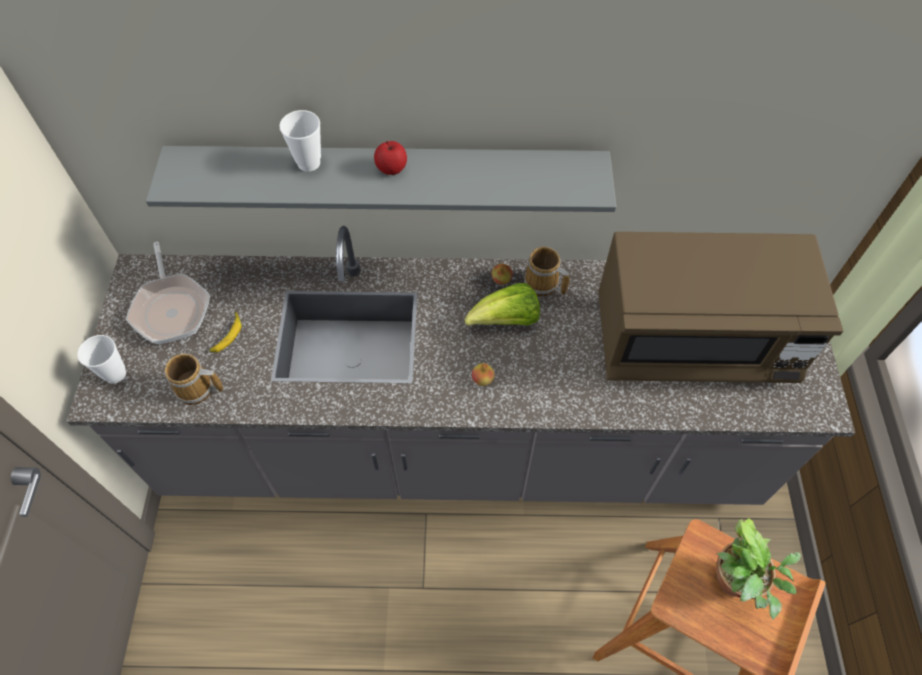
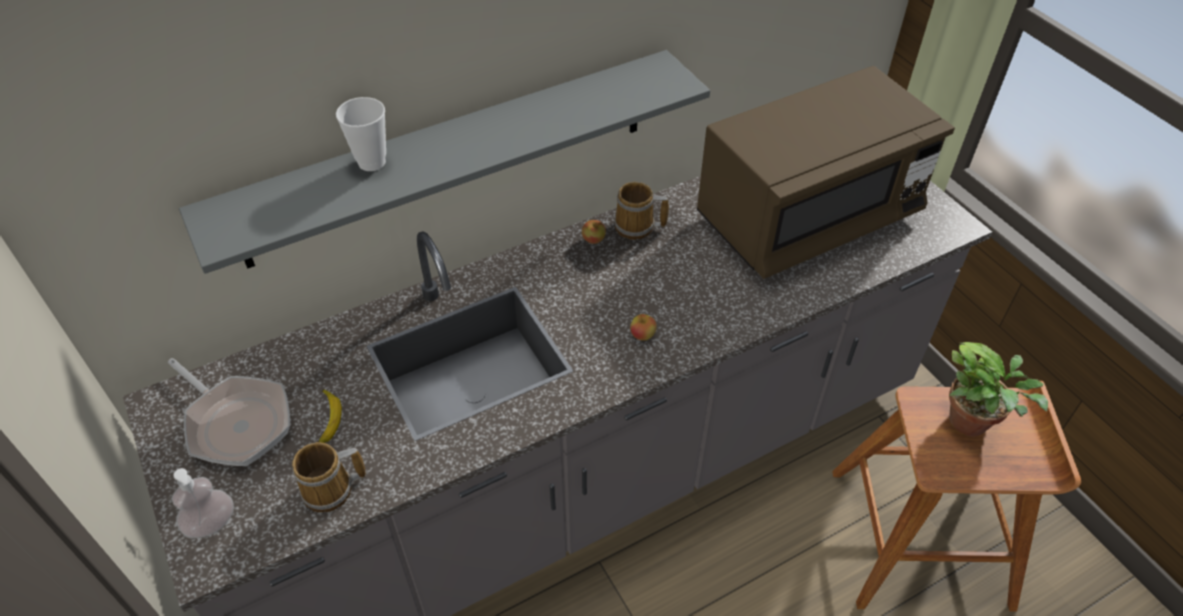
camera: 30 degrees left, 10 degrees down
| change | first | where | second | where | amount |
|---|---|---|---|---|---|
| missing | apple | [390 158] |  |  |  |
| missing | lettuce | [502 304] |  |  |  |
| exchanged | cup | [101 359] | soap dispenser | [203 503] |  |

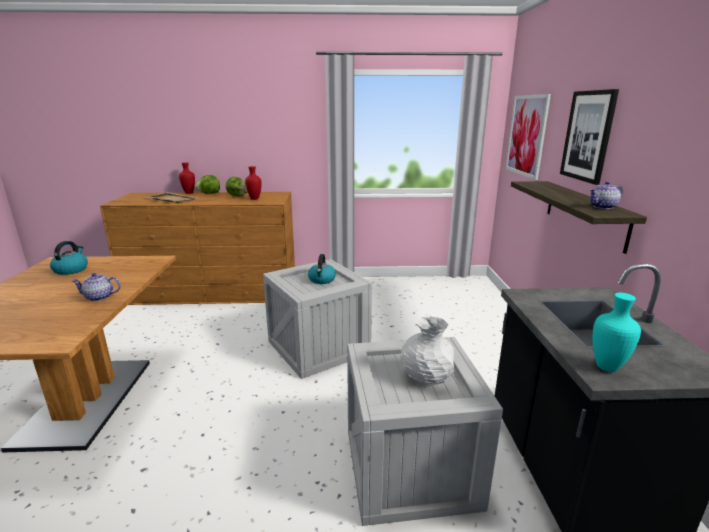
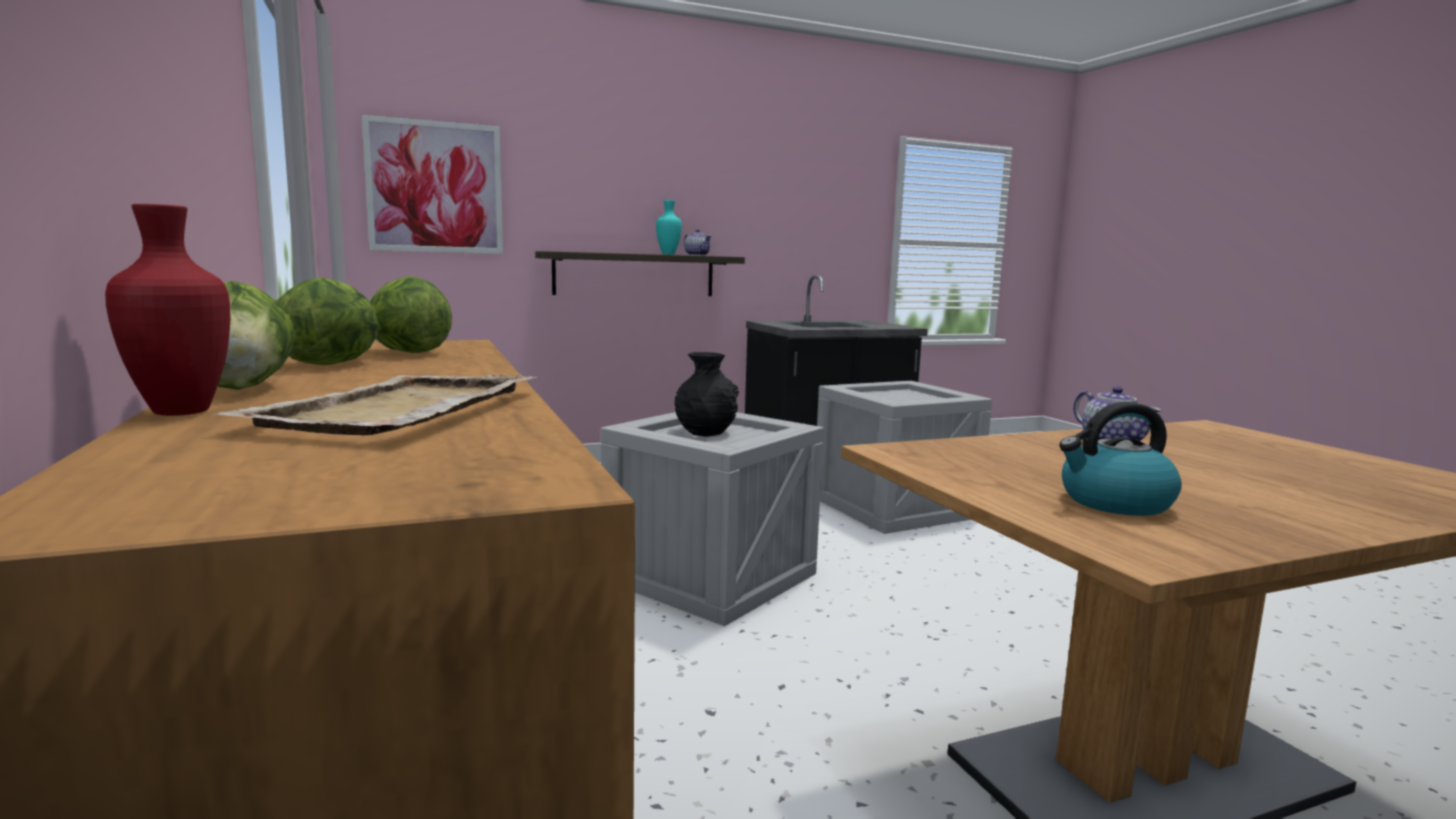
camera: 110 degrees left, 10 degrees down
| change | first | where | second | where | amount |
|---|---|---|---|---|---|
| missing | picture | [589 137] |  |  |  |
| exchanged | vase (red) | [253 183] | lettuce | [410 314] |  |
| exchanged | kettle | [322 269] | vase (black) | [707 394] |  |
| relocated | vase (turquoise) | [617 332] |  | [669 227] |  |
| missing | vase (white) | [427 351] |  |  |  |

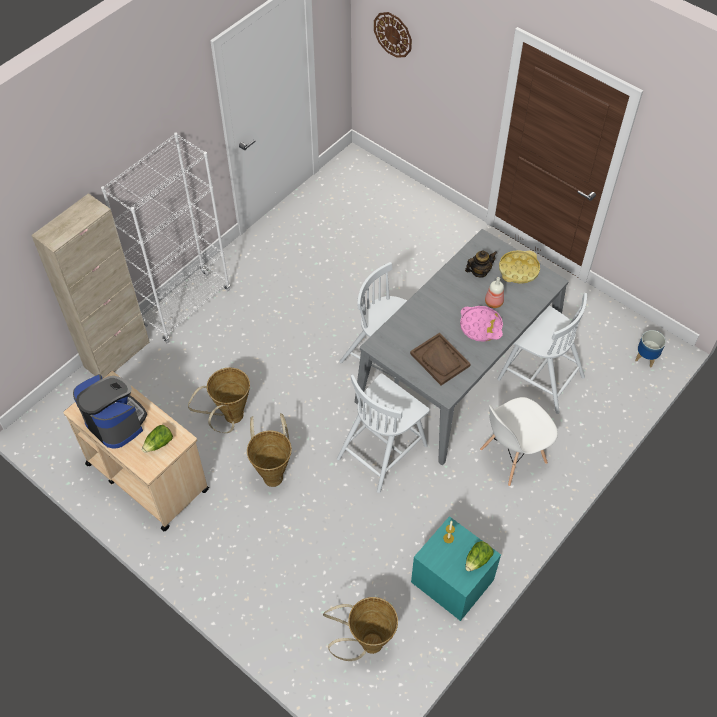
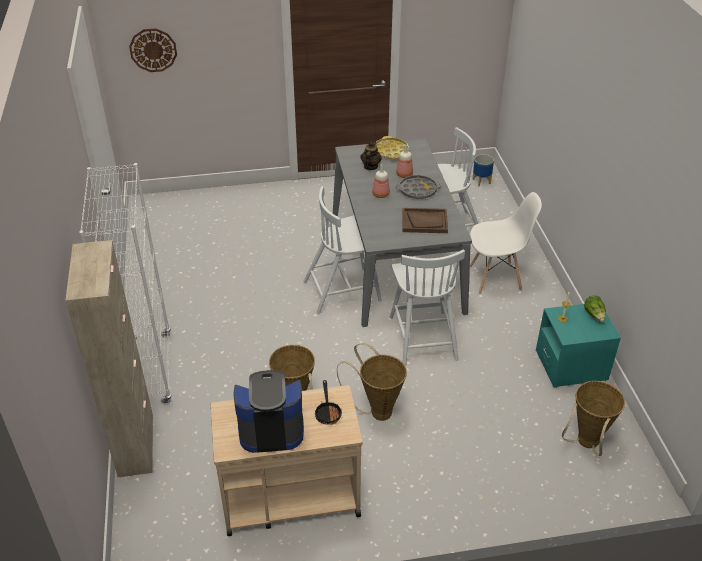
camera: 50 degrees left, 15 degrees down
| change | first | where | second | where | amount |
|---|---|---|---|---|---|
| colour | tray (pink) | [481 324] | tray (grey) | [418 187] |  |
| spun | chair (white) | [519 441] |  | [506 243] | 105 degrees counterclockwise |
| exchanged | lettuce | [157 439] | frying pan | [328 402] |  |
| appeared |  |  | bottle | [381 181] |  |

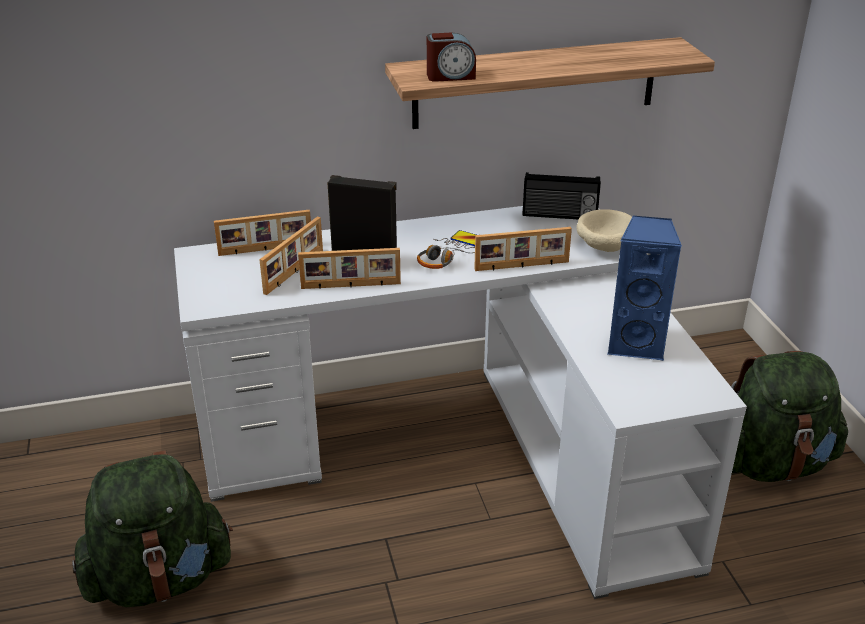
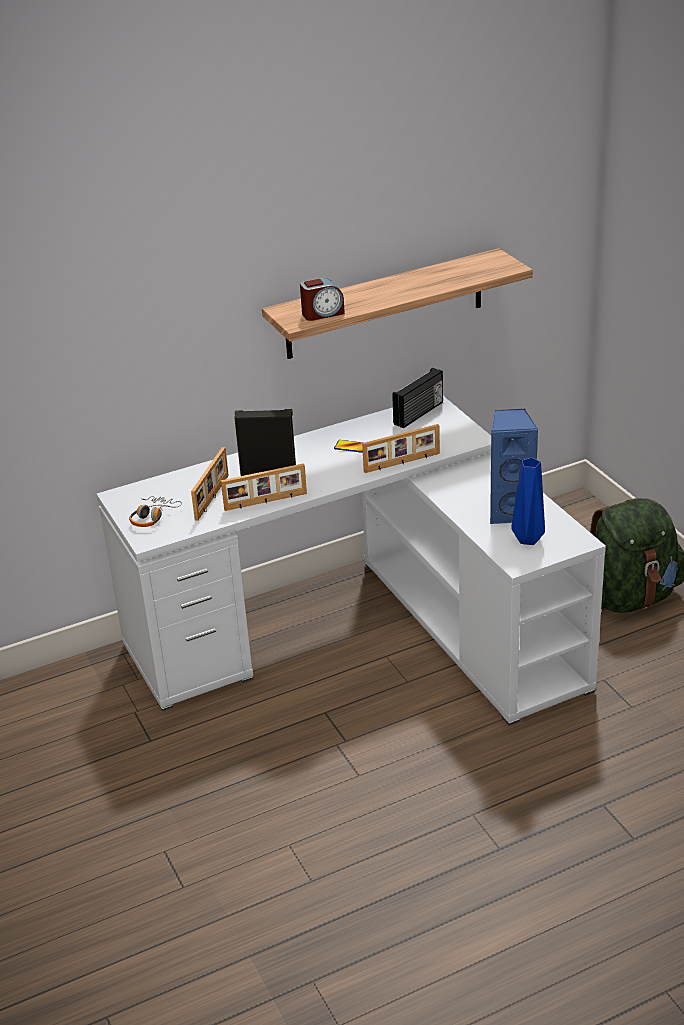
camera: 10 degrees left, 0 degrees up
| change | first | where | second | where | amount |
|---|---|---|---|---|---|
| spun | radio | [561 195] |  | [417 398] | 45 degrees counterclockwise |
| missing | bowl (beige) | [604 230] |  |  |  |
| missing | picture frame | [262 233] |  |  |  |
| relocated | headphones | [446 253] |  | [155 511] |  |
| missing | backpack (green) | [152 528] |  |  |  |
| appeared |  |  | vase (blue) | [528 501] |  |

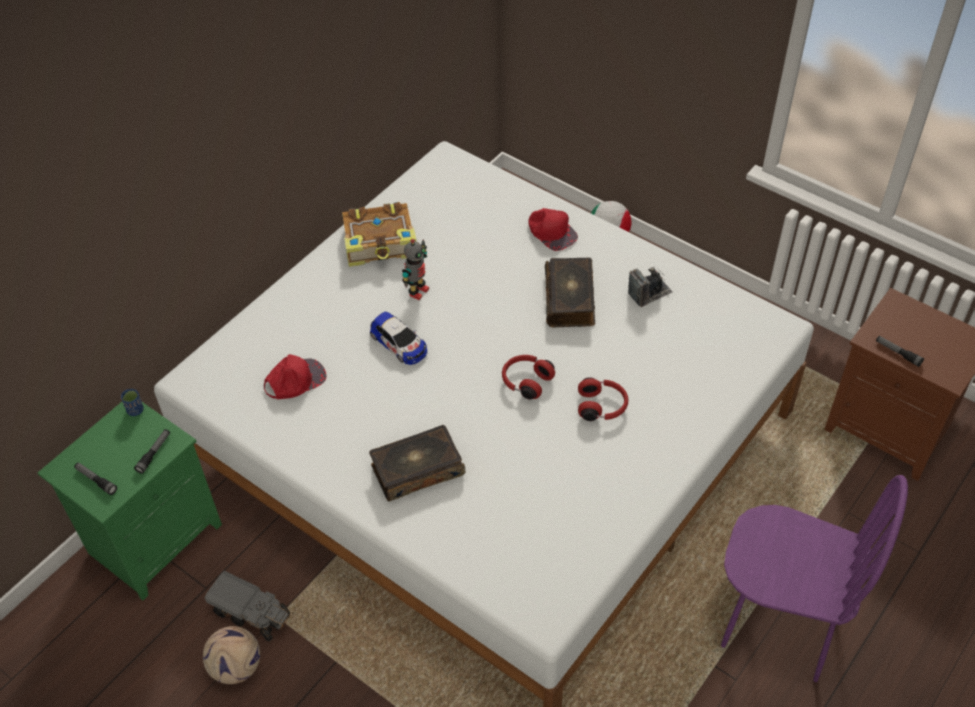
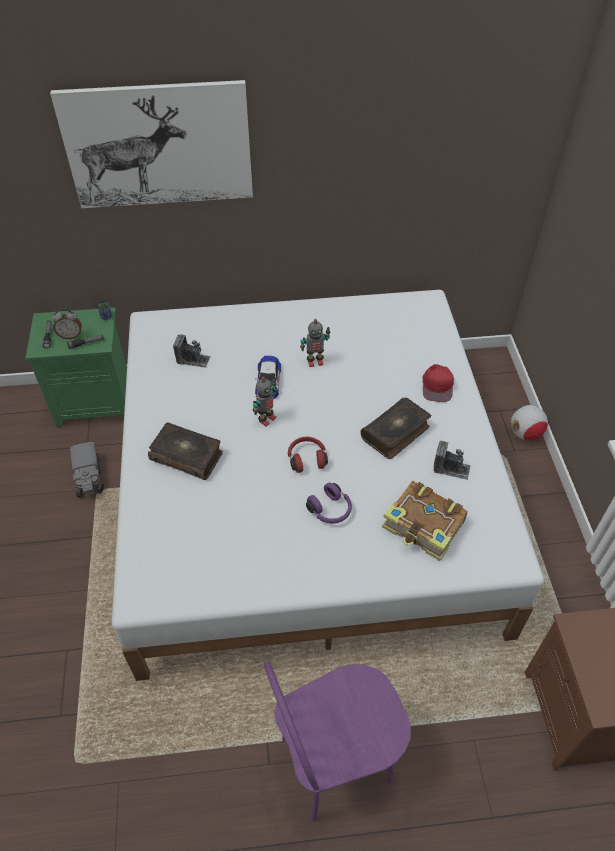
camera: 45 degrees right, 0 degrees up
| change | first | where | second | where | amount |
|---|---|---|---|---|---|
| relocated | book | [379 234] |  | [425 521] |  |
| missing | flashlight | [900 351] |  |  |  |
| exchanged | cap (red) | [295 376] | photo camera | [191 351] |  |
| colour | headphones (red) | [603 399] | headphones (purple) | [329 503] |  |
| spun | chair (purple) | [814 578] |  | [337 741] | 90 degrees clockwise |
| missing | football | [231 655] |  |  |  |
| appeared |  |  | picture | [151 144] |  |
| appeared |  |  | alarm clock | [67 323] |  |
| appeared |  |  | toy robot | [264 401] |  |

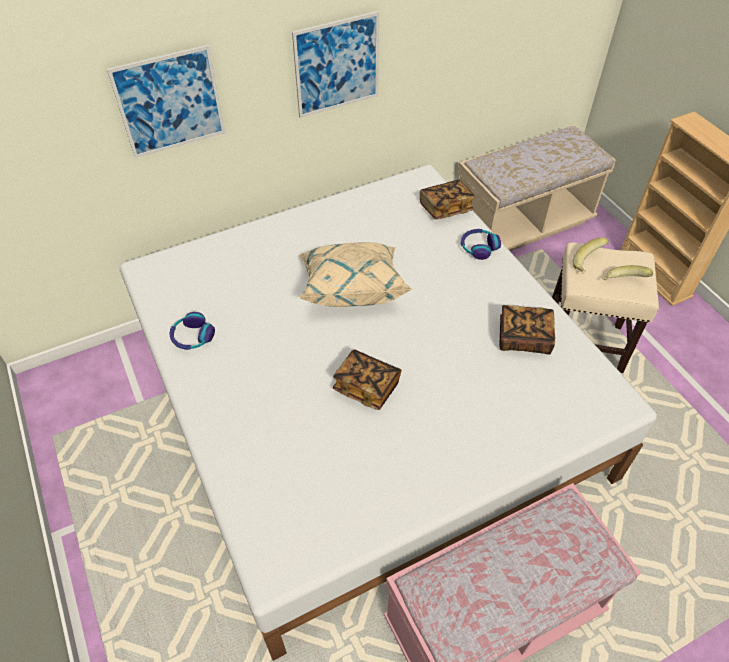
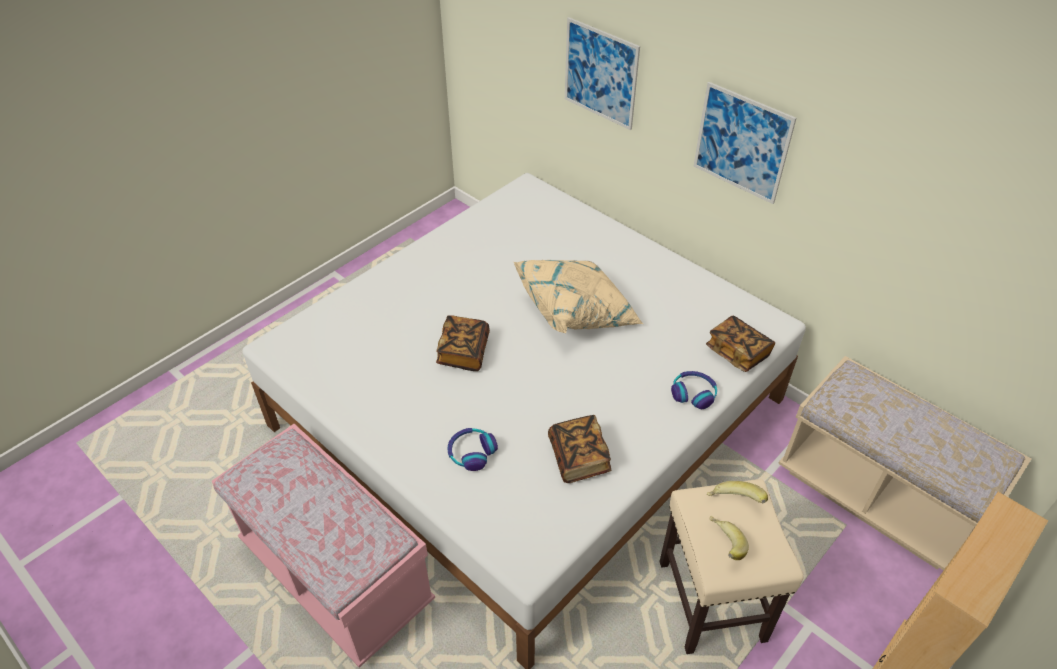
camera: 70 degrees right, 5 degrees down
| change | first | where | second | where | amount |
|---|---|---|---|---|---|
| relocated | headphones | [192 331] |  | [472 449] |  |

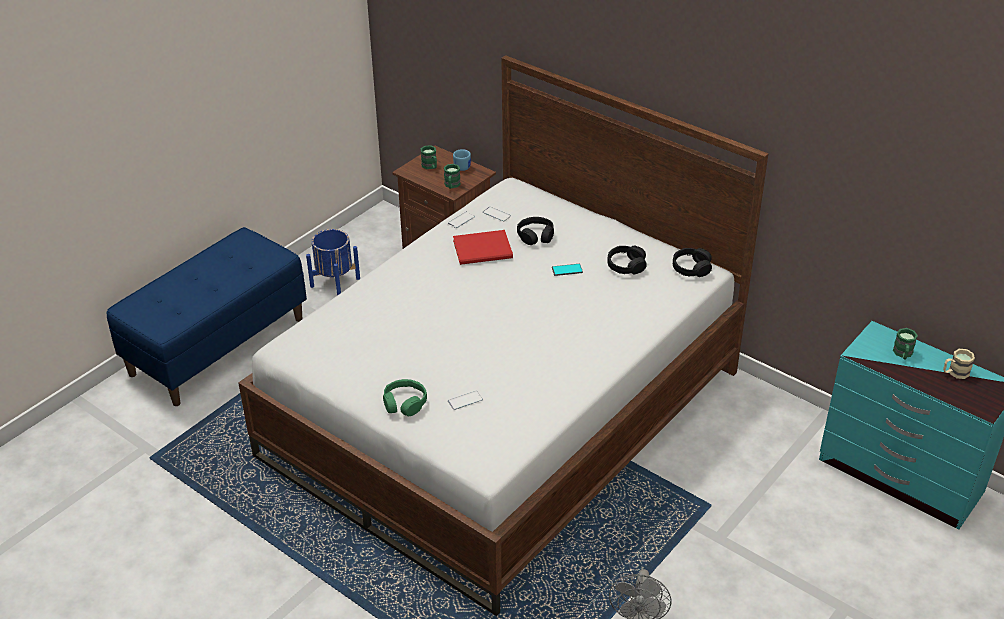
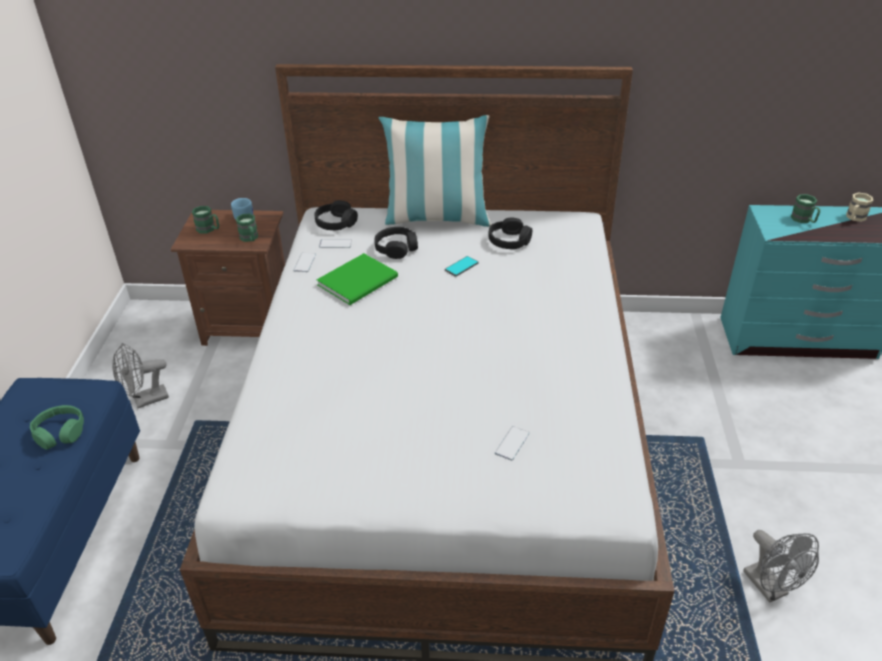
camera: 35 degrees left, 0 degrees up
| change | first | where | second | where | amount |
|---|---|---|---|---|---|
| exchanged | planter (blue) | [333 262] | fan (grey) | [140 375] |  |
| colour | book (red) | [483 247] | book (green) | [357 279] |  |
| relocated | headphones (black) | [692 262] |  | [336 215] |  |
| relocated | headphones (green) | [405 397] |  | [57 427] |  |
| appeared |  |  | pillow | [435 171] |  |

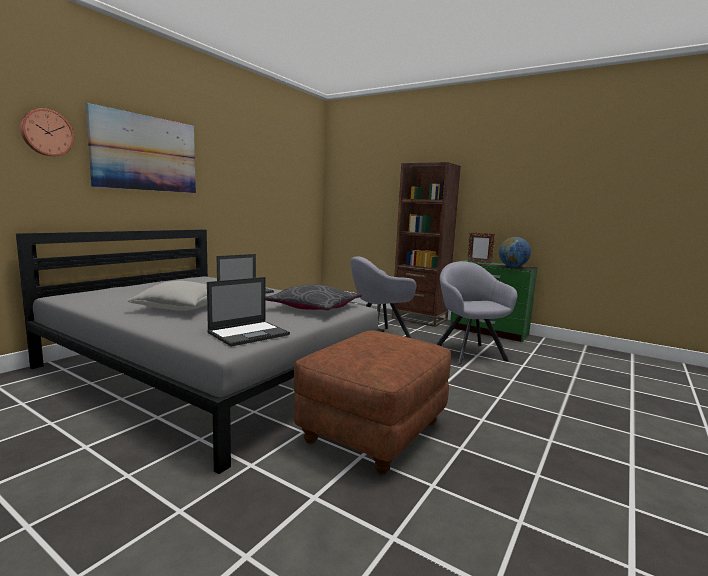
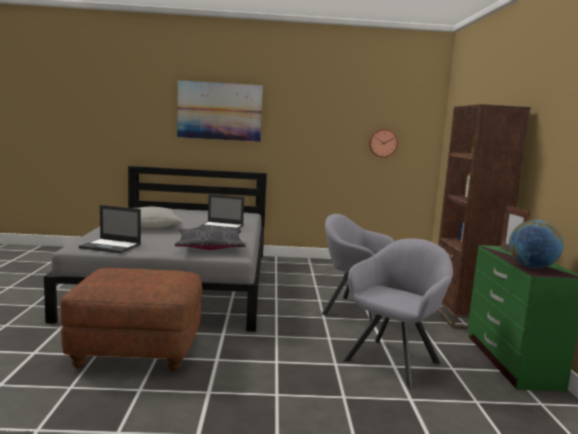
camera: 55 degrees right, 0 degrees up
| change | first | where | second | where | amount |
|---|---|---|---|---|---|
| relocated | wall clock | [47 132] |  | [383 143] |  |

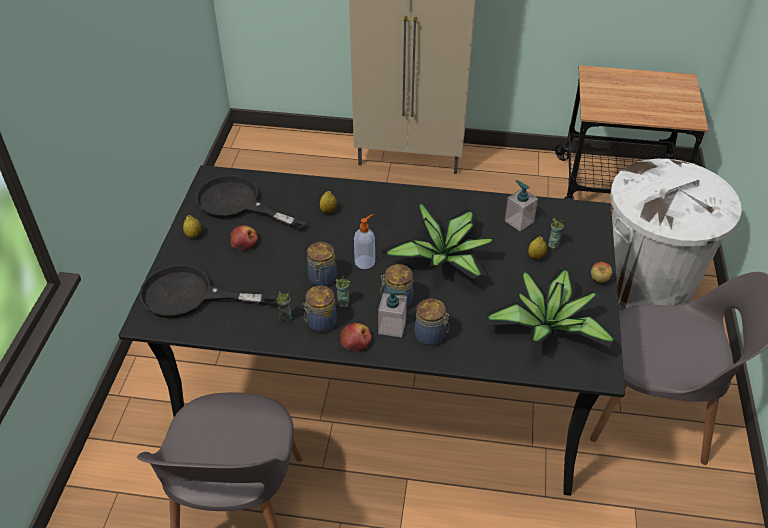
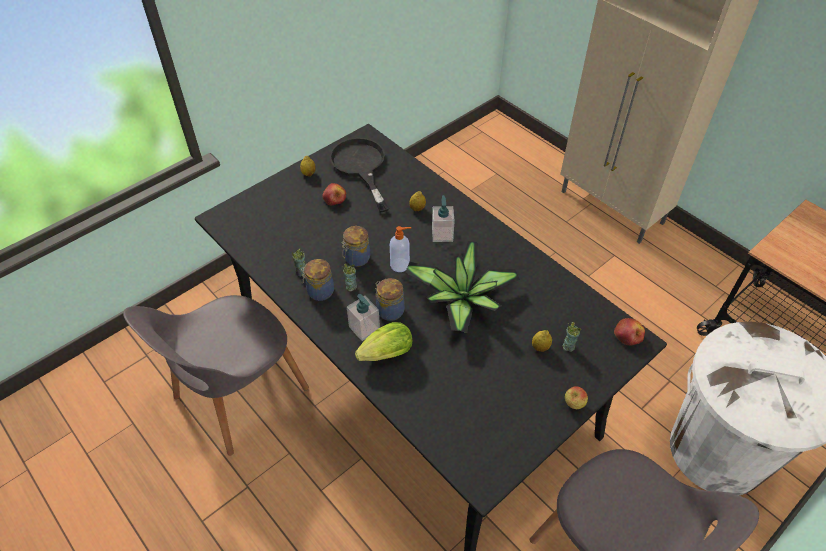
camera: 40 degrees right, 5 degrees up
| change | first | where | second | where | amount |
|---|---|---|---|---|---|
| relocated | soap dispenser | [521 205] |  | [443 218] |  |
| missing | frying pan (black) | [208 291] |  |  |  |
| missing | potted plant | [551 307] |  |  |  |
| exchanged | jar | [432 322] | lettuce | [383 341] |  |
| relocated | apple | [356 337] |  | [629 331] |  |

